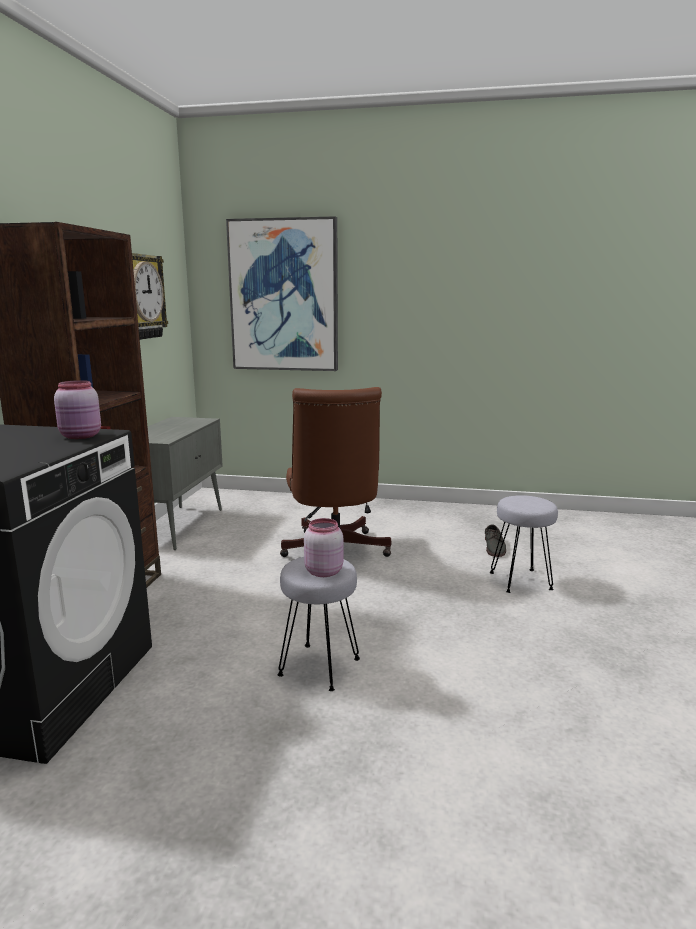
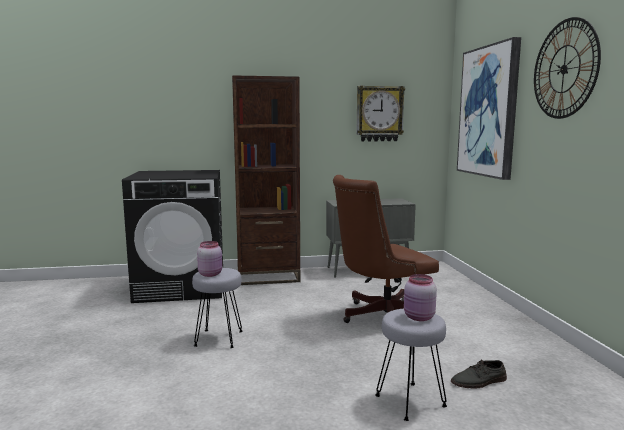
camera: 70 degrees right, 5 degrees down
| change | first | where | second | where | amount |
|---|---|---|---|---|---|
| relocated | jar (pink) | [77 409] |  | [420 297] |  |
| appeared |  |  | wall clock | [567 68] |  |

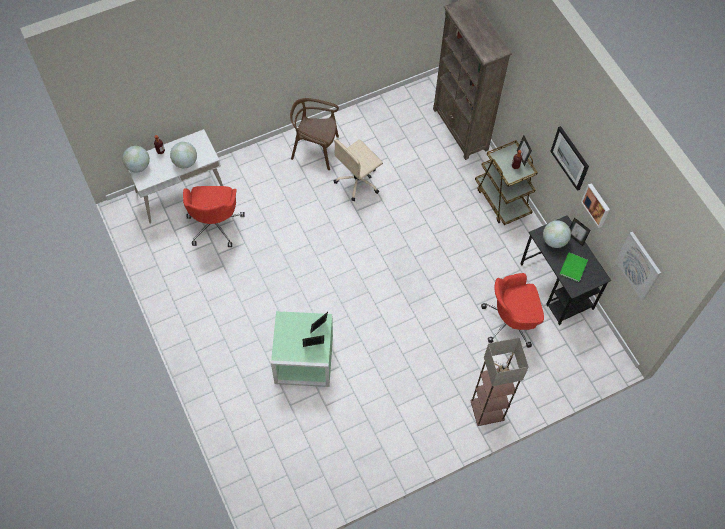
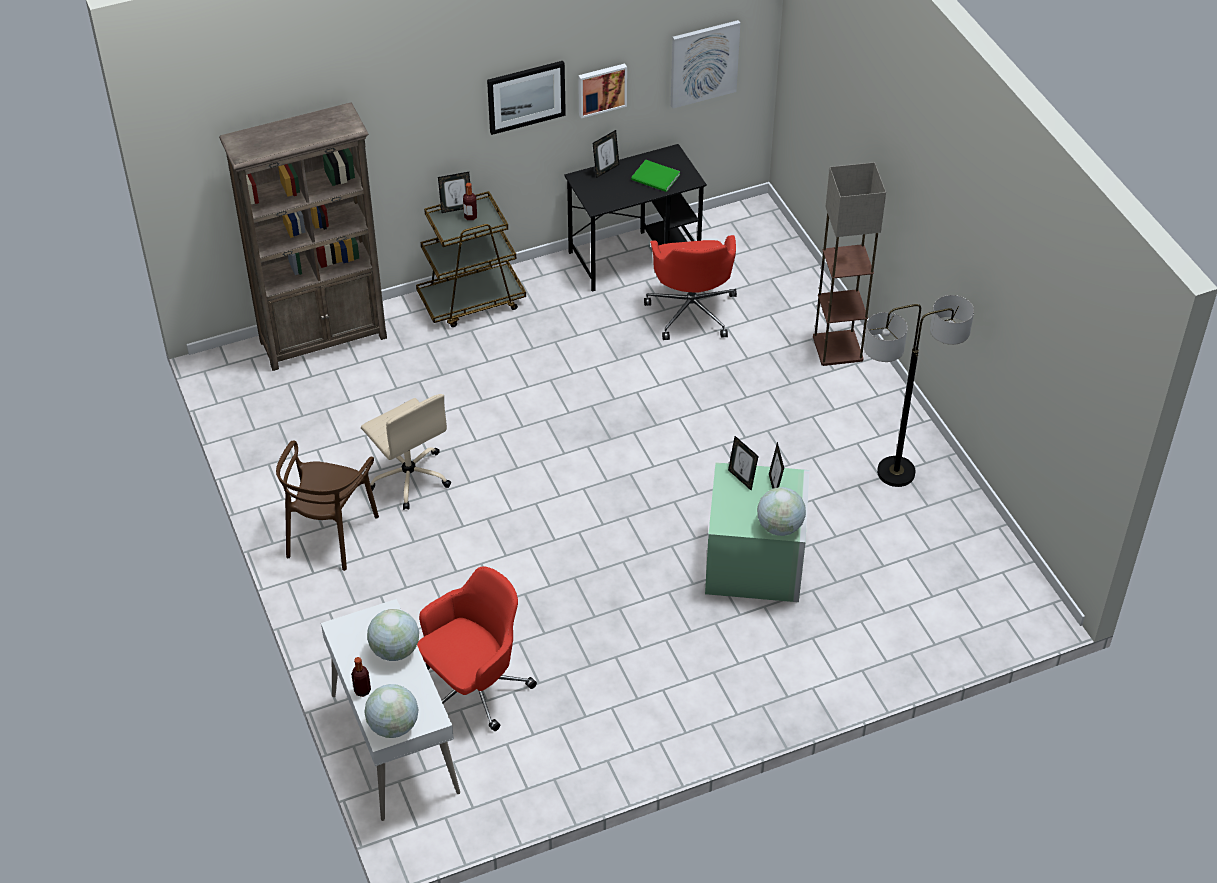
camera: 85 degrees left, 15 degrees down
| change | first | where | second | where | amount |
|---|---|---|---|---|---|
| spun | office chair (red) | [214 216] |  | [477 648] | 45 degrees counterclockwise |
| relocated | globe | [557 234] |  | [781 511] |  |
| appeared |  |  | floor lamp | [919 391] |  |

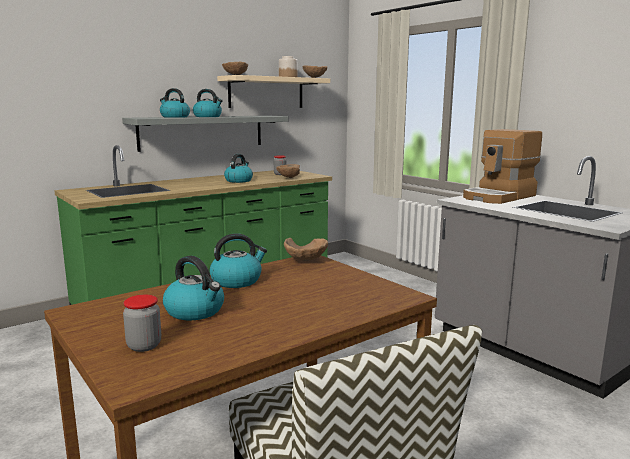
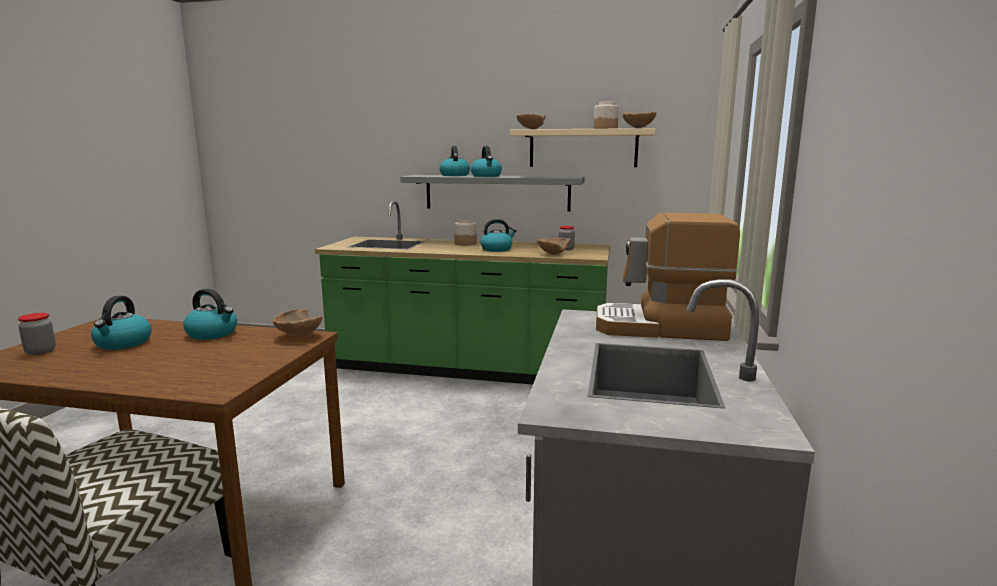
camera: 50 degrees right, 0 degrees up
| change | first | where | second | where | amount |
|---|---|---|---|---|---|
| appeared |  |  | jar | [465 232] |  |

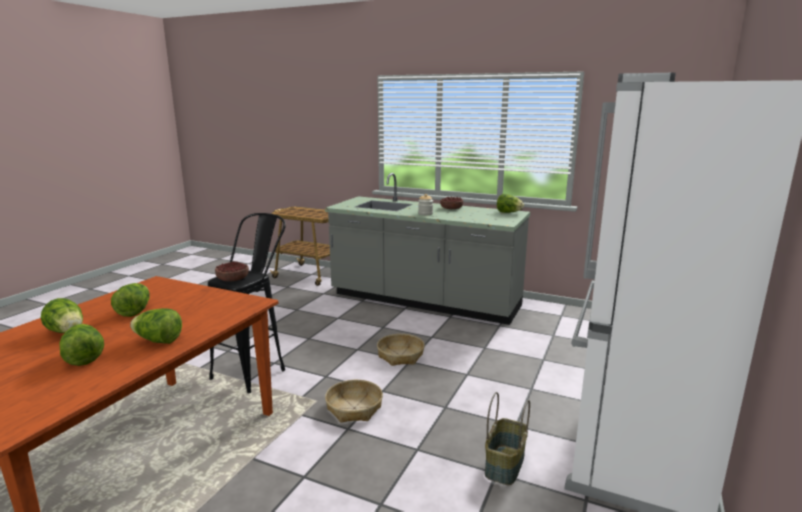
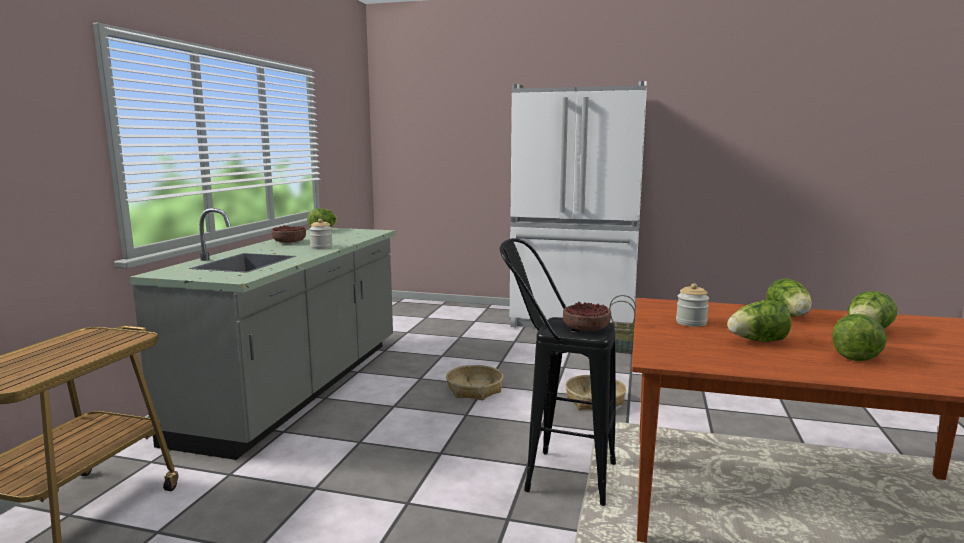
camera: 100 degrees left, 5 degrees down
| change | first | where | second | where | amount |
|---|---|---|---|---|---|
| appeared |  |  | jar | [692 305] |  |

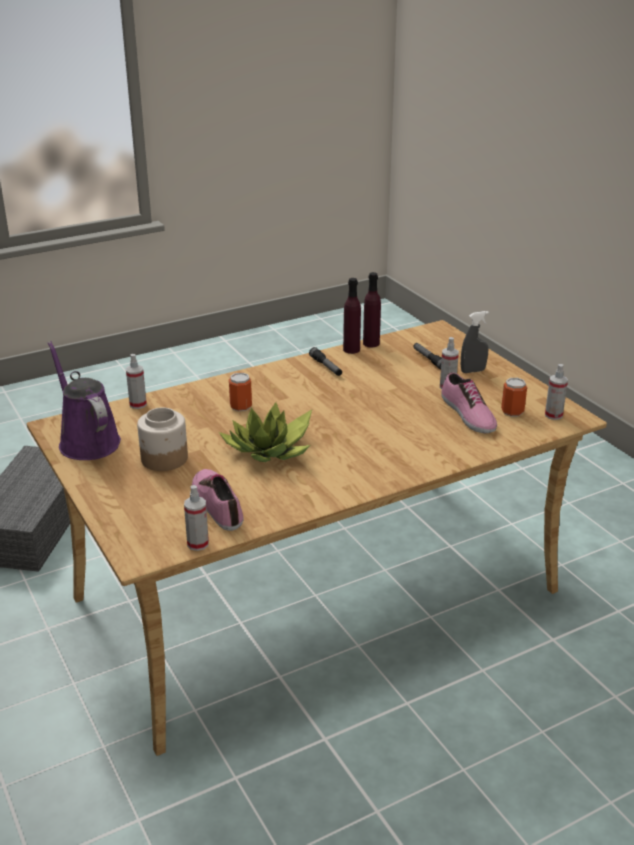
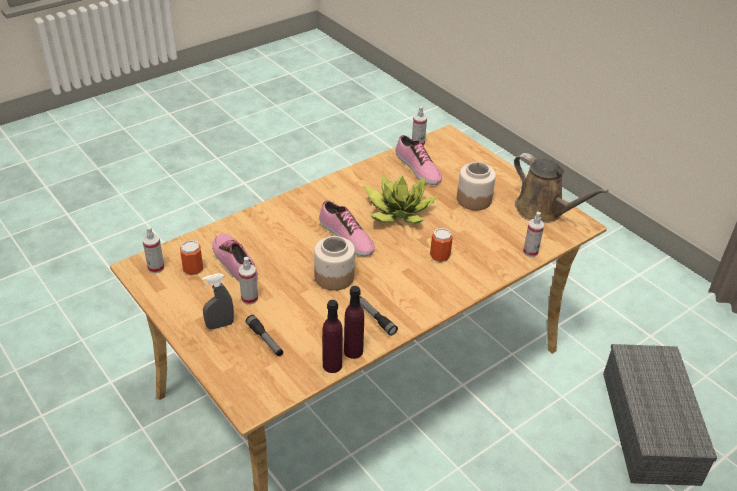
camera: 170 degrees right, 10 degrees up
| change | first | where | second | where | amount |
|---|---|---|---|---|---|
| colour | watering can (purple) | [84 400] | watering can (brown) | [561 188] |  |
| appeared |  |  | shoe | [347 228] |  |
| appeared |  |  | jar | [334 263] |  |

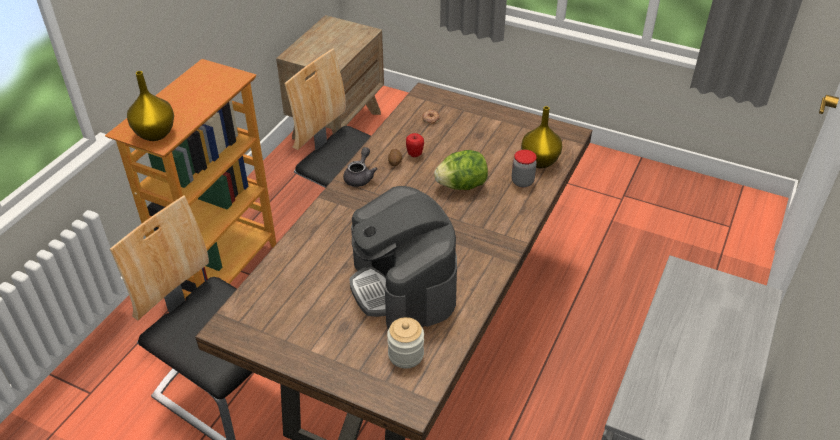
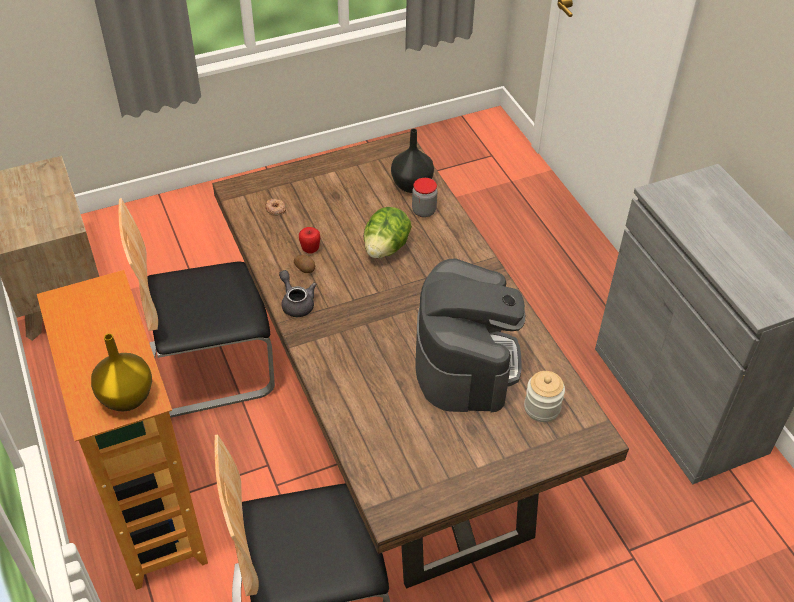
camera: 50 degrees left, 5 degrees up
| change | first | where | second | where | amount |
|---|---|---|---|---|---|
| colour | vase (yellow) | [541 137] | vase (black) | [412 160] |  |
| spun | coffee machine | [403 257] |  | [470 335] | 105 degrees counterclockwise |

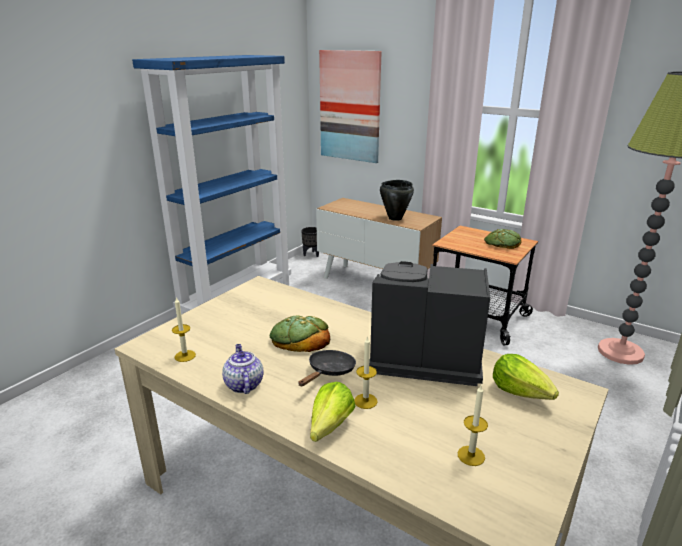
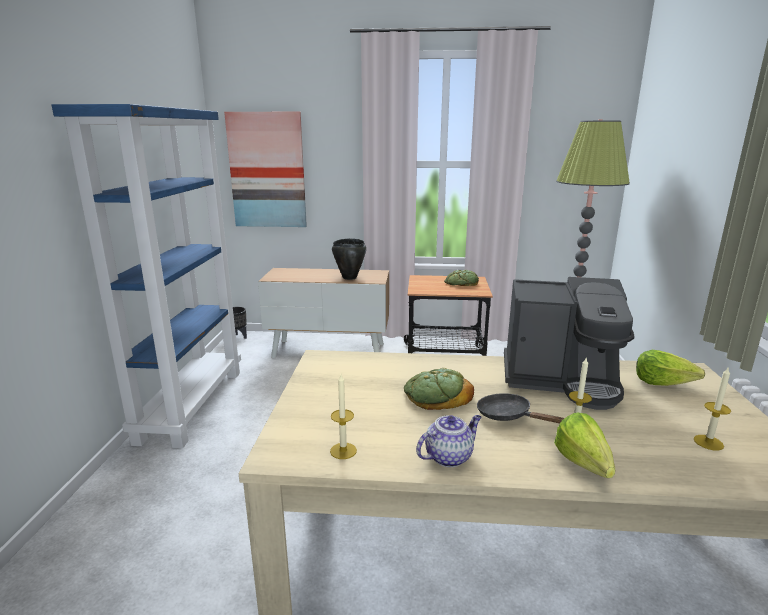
camera: 30 degrees left, 5 degrees down
| change | first | where | second | where | amount |
|---|---|---|---|---|---|
| spun | coffee machine | [429 323] |  | [569 343] | 150 degrees counterclockwise |
| spun | teapot | [242 369] |  | [448 441] | 105 degrees clockwise |
| spun | frying pan (black) | [327 368] |  | [520 408] | 45 degrees counterclockwise |

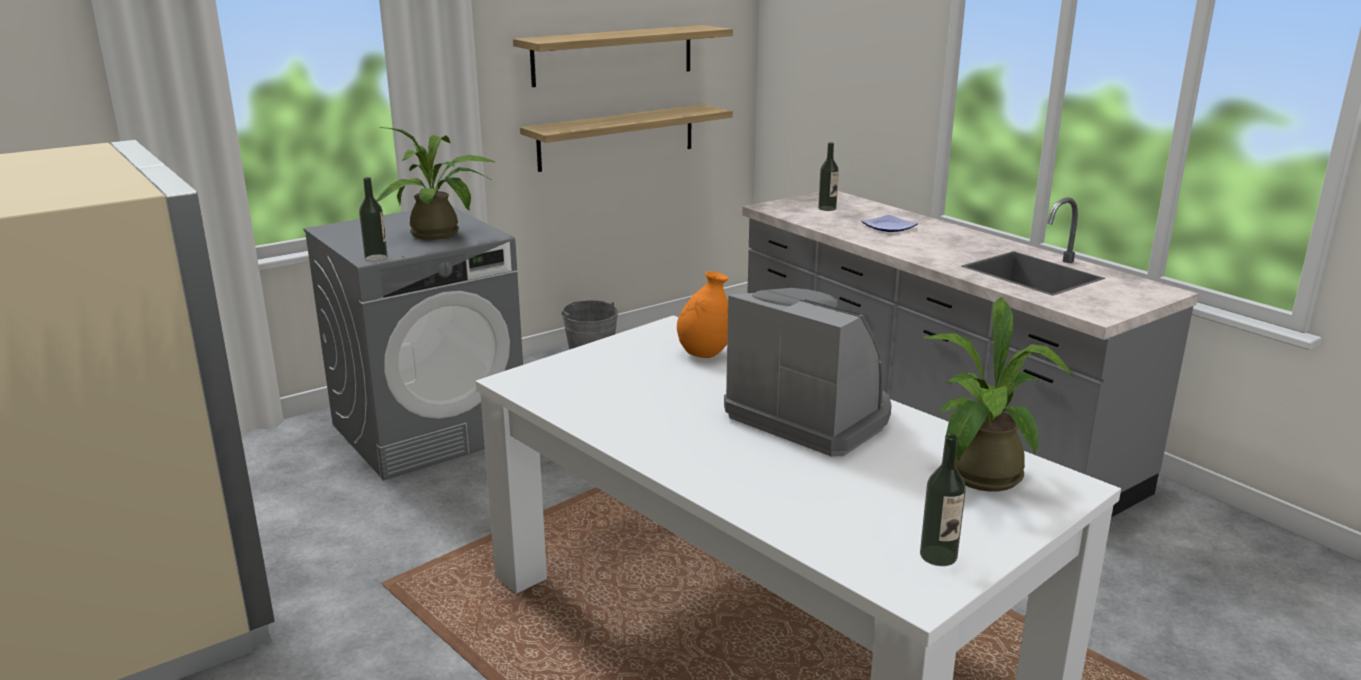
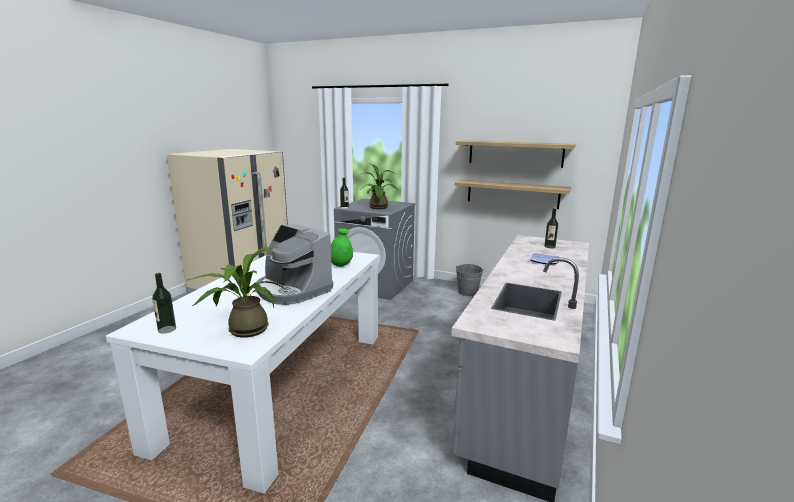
camera: 60 degrees right, 5 degrees down
| change | first | where | second | where | amount |
|---|---|---|---|---|---|
| colour | vase (orange) | [702 315] | vase (green) | [342 247] |  |
| spun | coffee machine | [808 372] |  | [294 264] | 120 degrees clockwise |

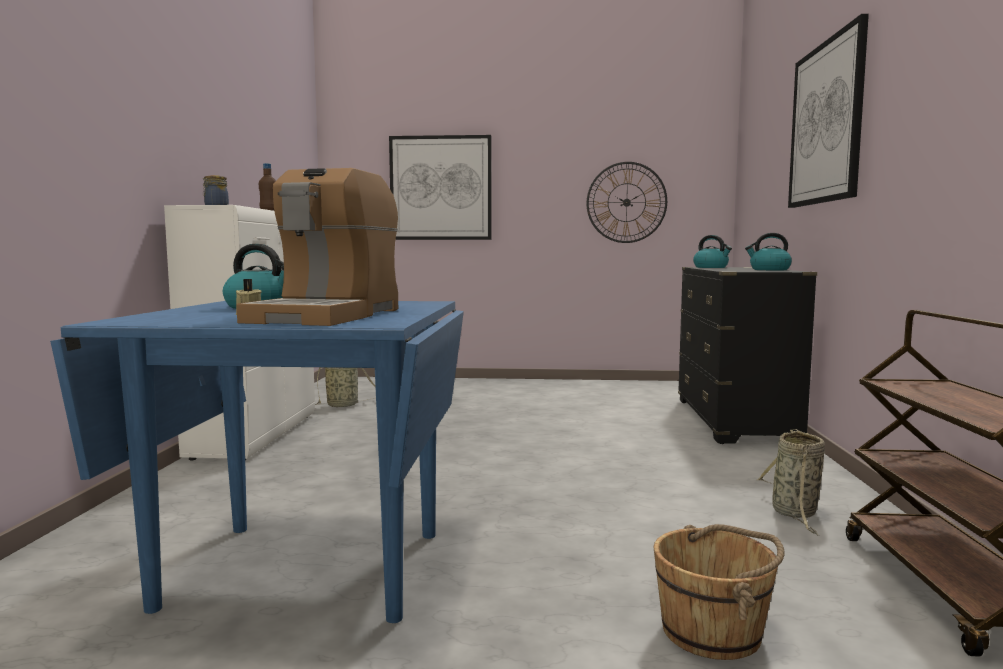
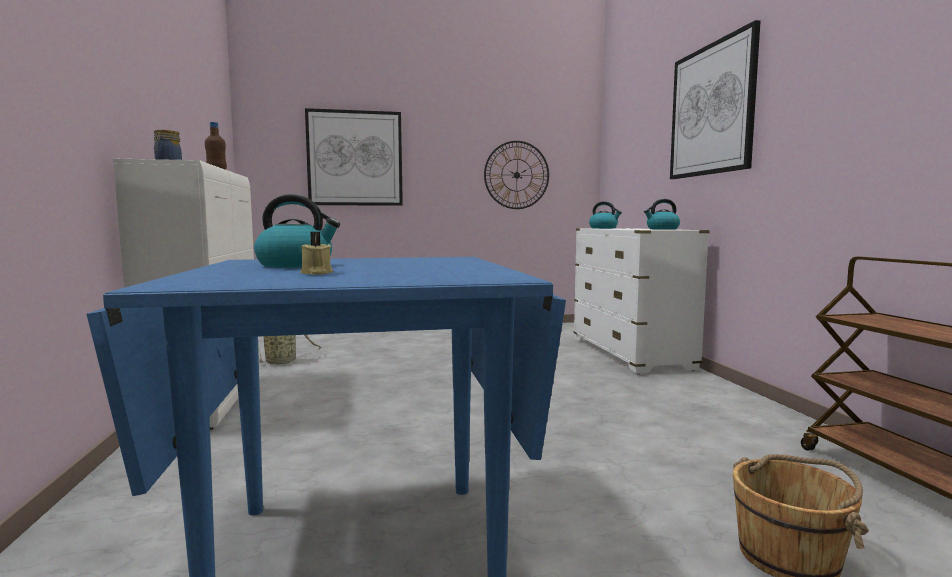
camera: 15 degrees left, 0 degrees up
| change | first | where | second | where | amount |
|---|---|---|---|---|---|
| missing | coffee machine | [317 247] |  |  |  |
| colour | dresser (black) | [747 355] | dresser (white) | [642 301] |  |
| missing | basket | [791 482] |  |  |  |

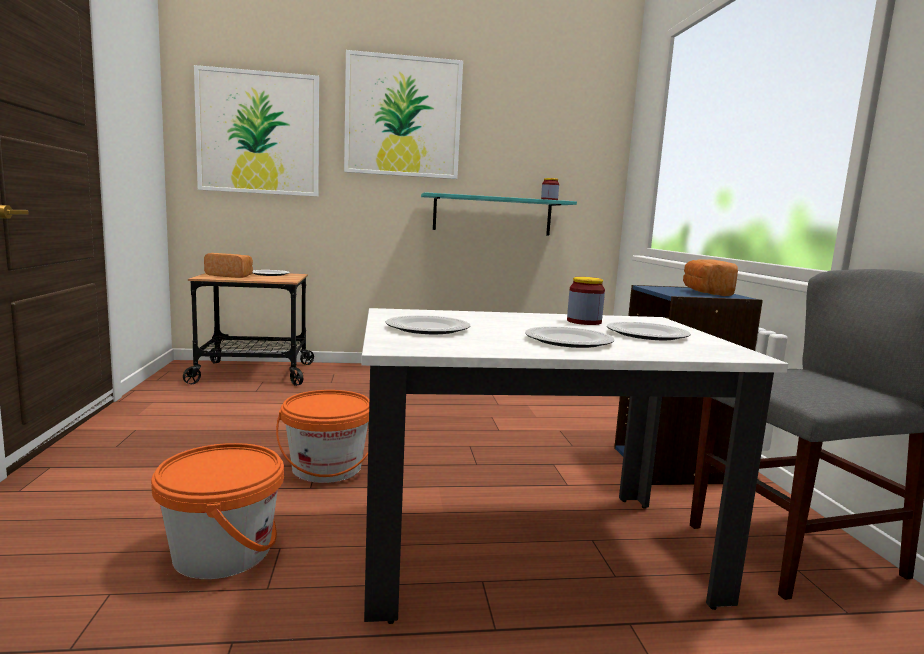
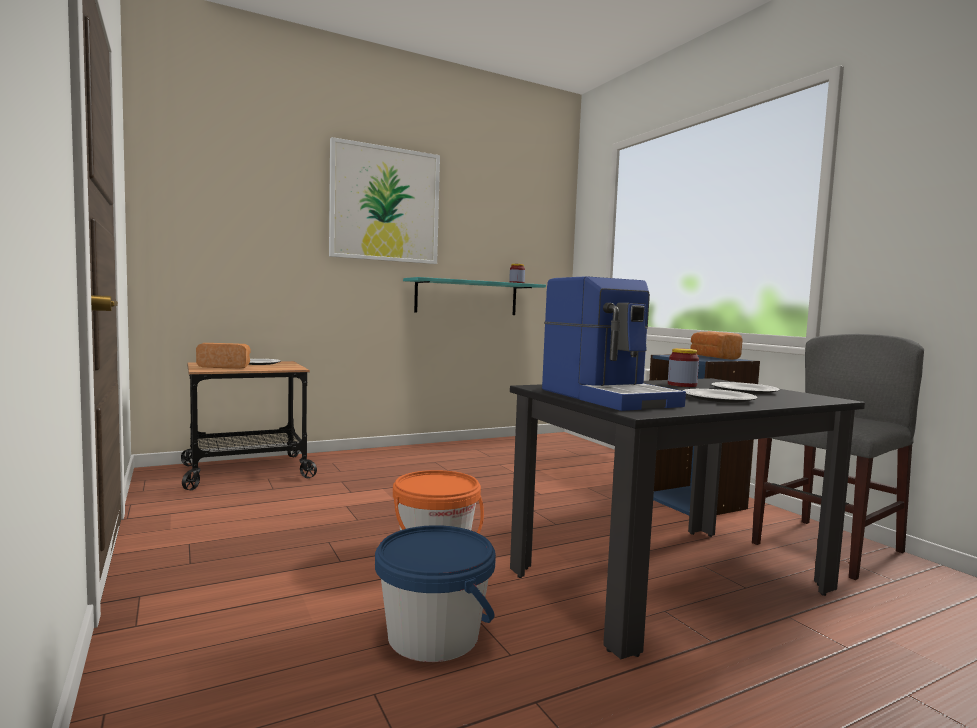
camera: 20 degrees left, 5 degrees down
| change | first | where | second | where | amount |
|---|---|---|---|---|---|
| missing | picture | [256 131] |  |  |  |
| colour | dining table (white) | [574 466] | dining table (black) | [687 518] |  |
| exchanged | plate | [428 324] | coffee machine | [614 343] |  |
| colour | bucket (orange) | [217 511] | bucket (blue) | [435 593] |  |

